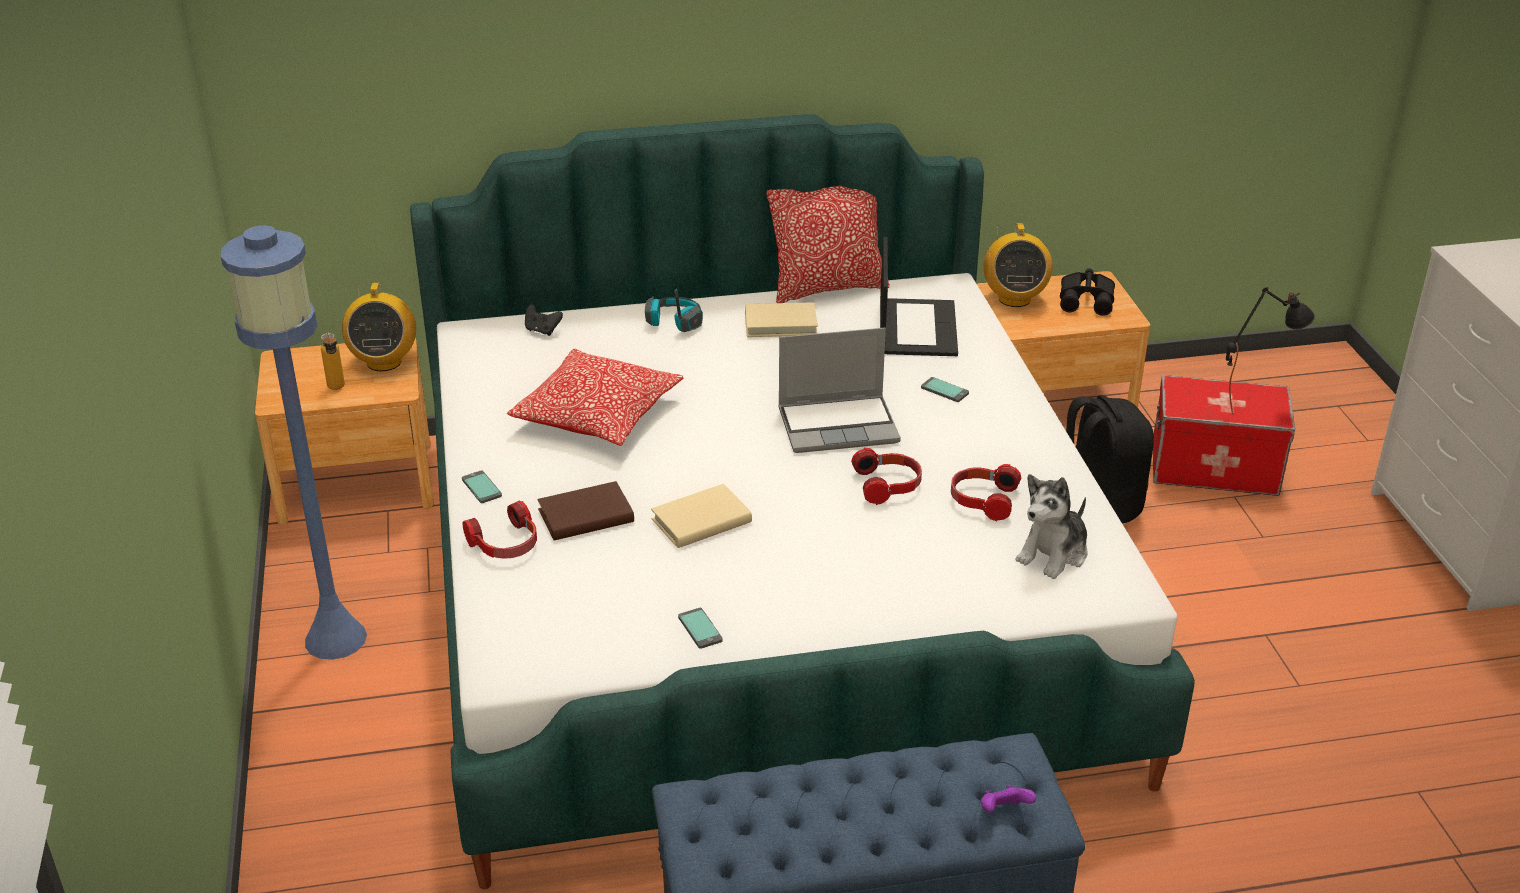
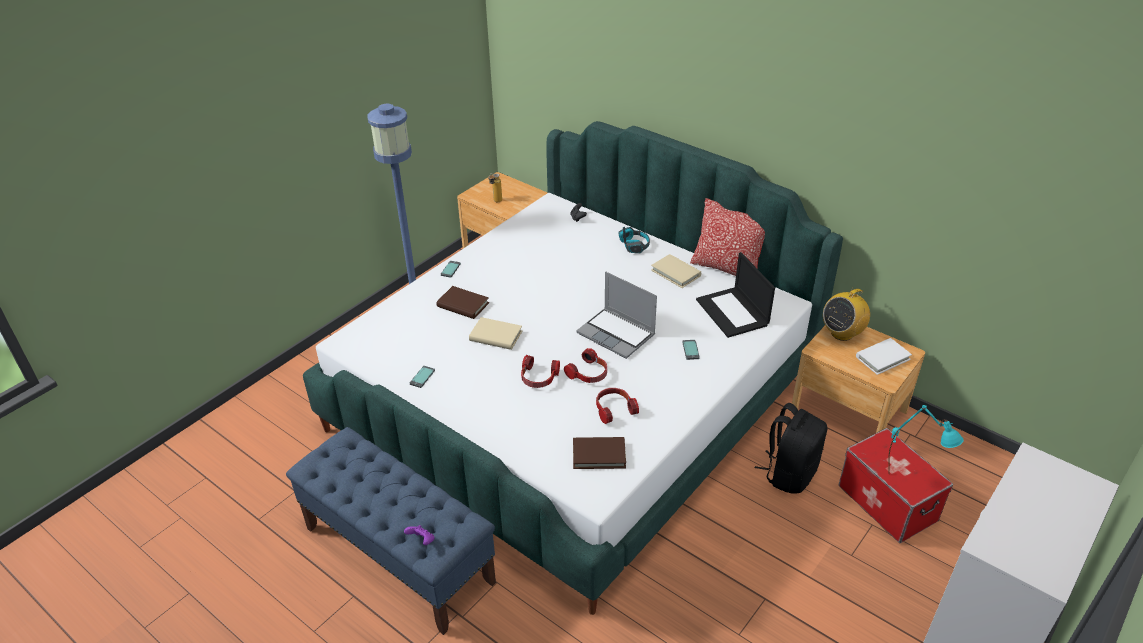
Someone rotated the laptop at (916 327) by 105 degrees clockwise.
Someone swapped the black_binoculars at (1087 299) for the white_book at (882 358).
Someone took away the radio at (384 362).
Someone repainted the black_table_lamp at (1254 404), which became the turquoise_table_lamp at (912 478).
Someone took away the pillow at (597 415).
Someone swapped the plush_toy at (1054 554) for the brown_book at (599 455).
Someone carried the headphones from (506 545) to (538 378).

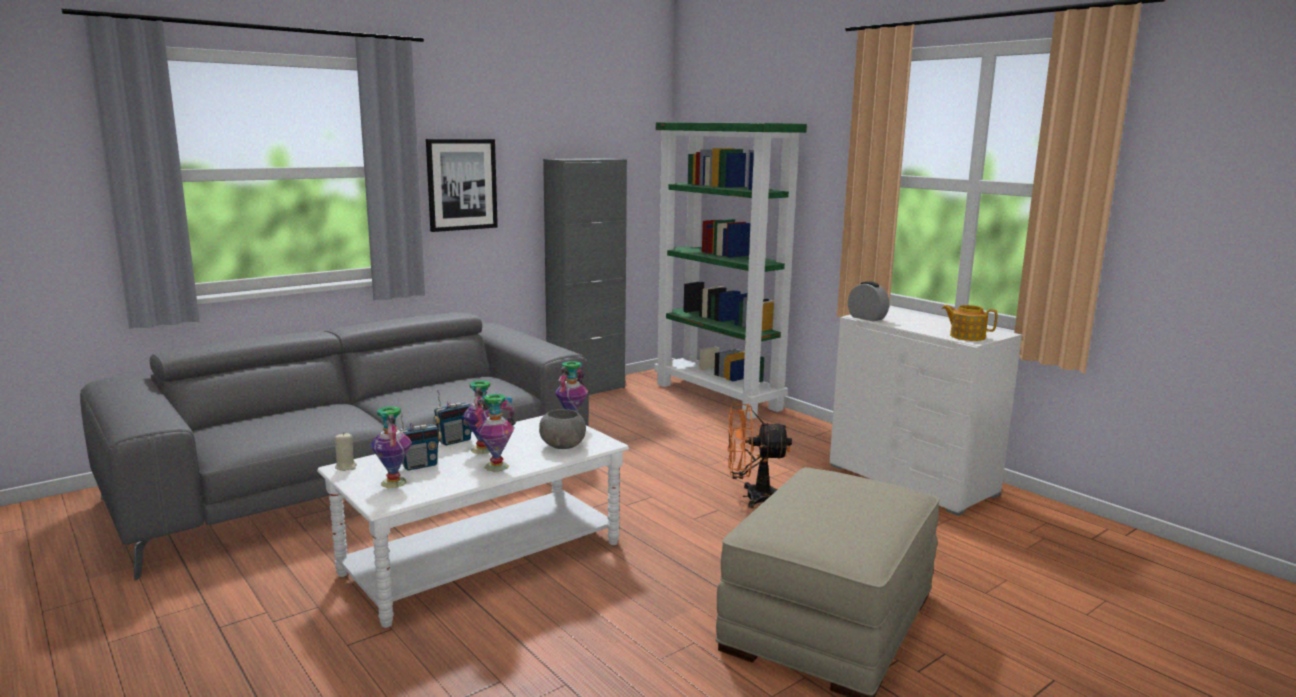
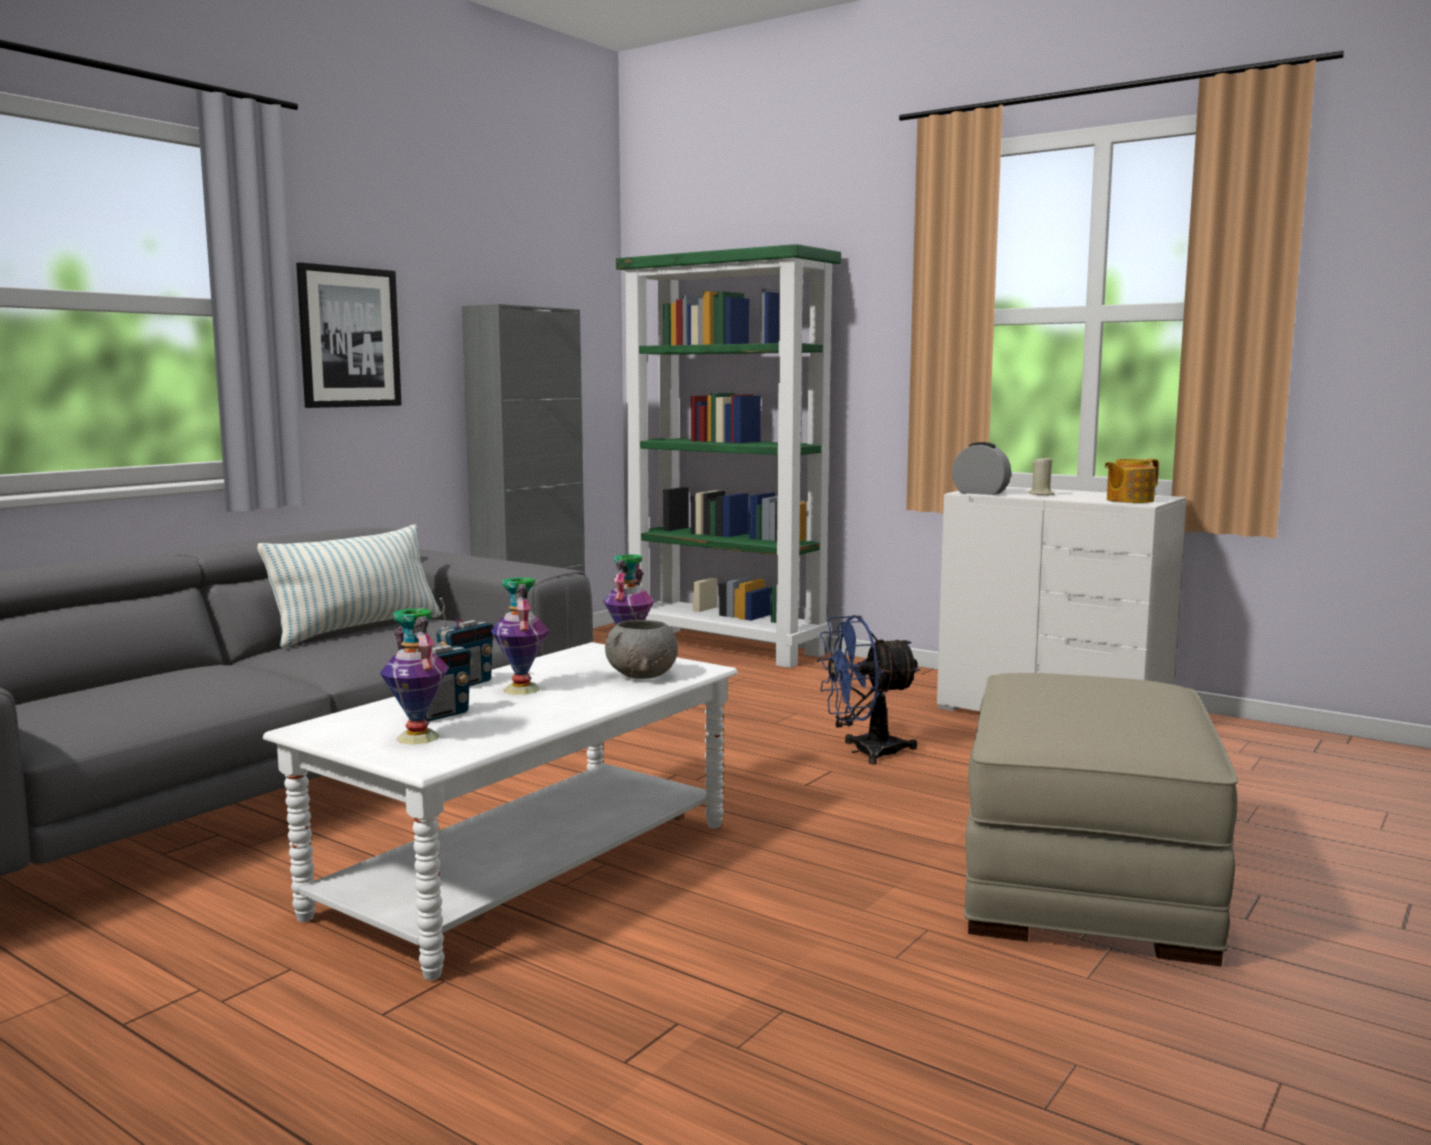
Someone rotated the teapot at (966 336) by 45 degrees counterclockwise.
Someone took away the vase at (497 466).
Someone repainted the orange_fan at (752 497), which became the blue_fan at (865 752).
Someone carried the beige_candle from (346 467) to (1041 494).
Someone put down the pillow at (358 630).

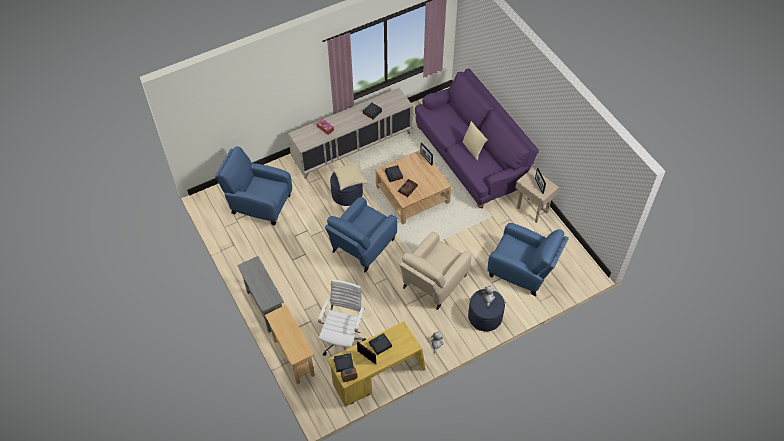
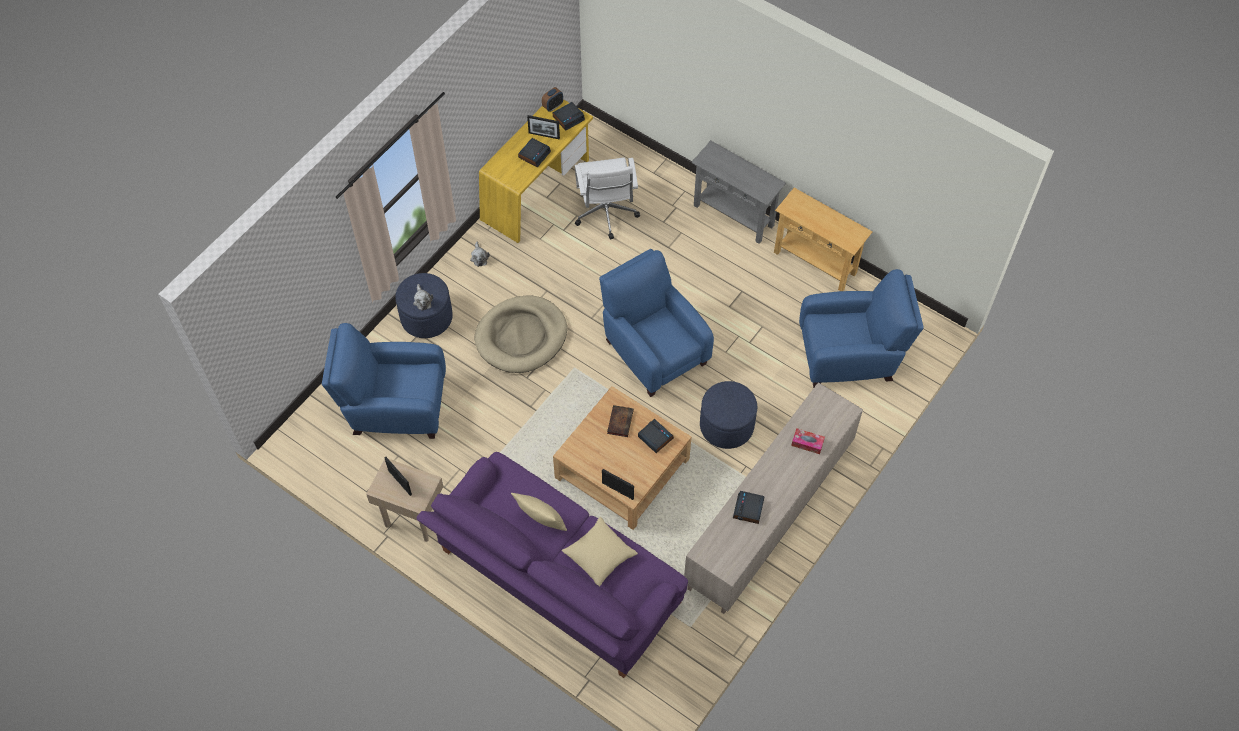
Someone carried the beige_pillow from (350 179) to (599 555).
Someone rotated the blue_armchair at (362 247) by 45 degrees counterclockwise.
Someone swapped the beige_armchair at (433 283) for the beige_dog_bed at (521 336).
Someone carried the beige_console_table from (293 357) to (815 262).

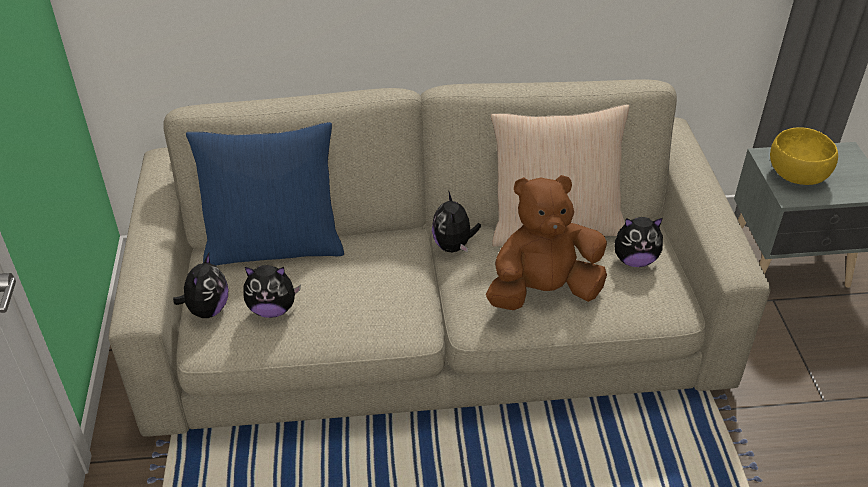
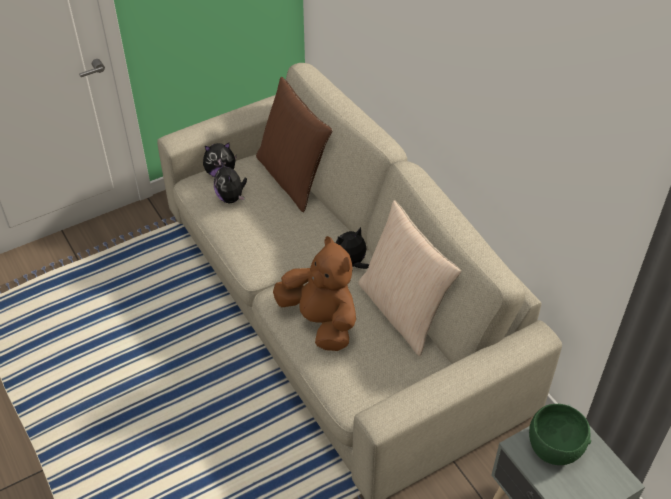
Someone repainted the blue_pillow at (274 245), which became the brown_pillow at (293 178).
Someone repainted the yellow_bowl at (797 175), which became the green_bowl at (554 447).
Someone took away the plush_toy at (634 260).

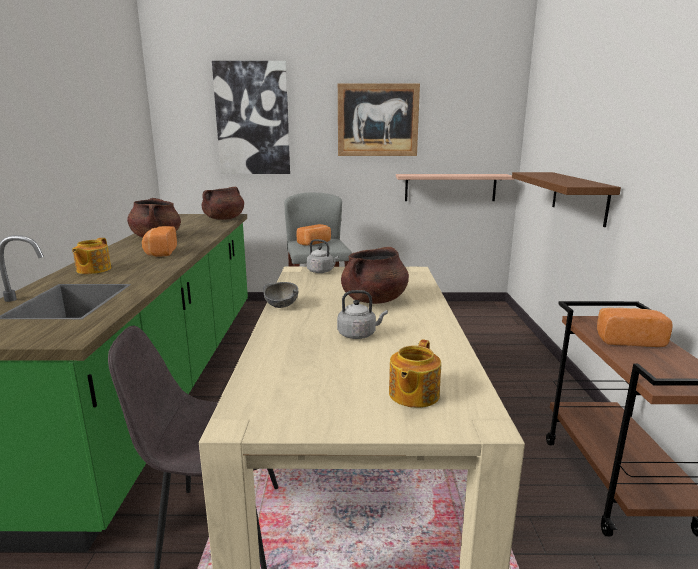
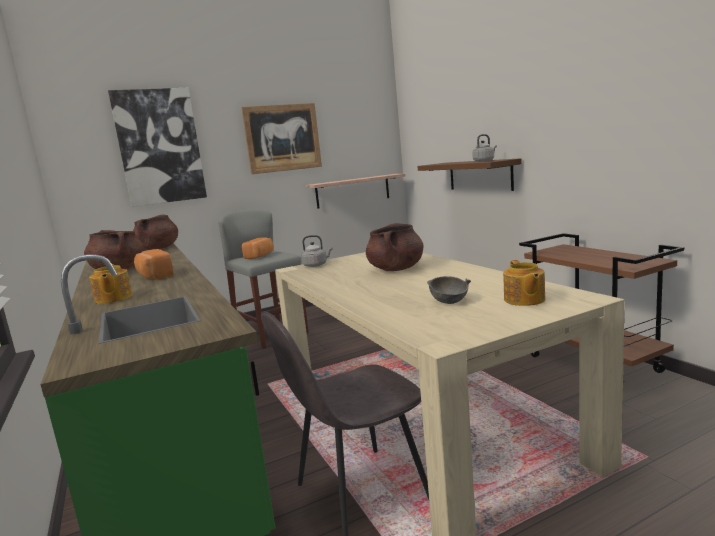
Someone carried the grey_bowl from (281 305) to (449 302).
Someone carried the grey_kettle from (359 334) to (484 161).
Someone took away the bread at (627 339).

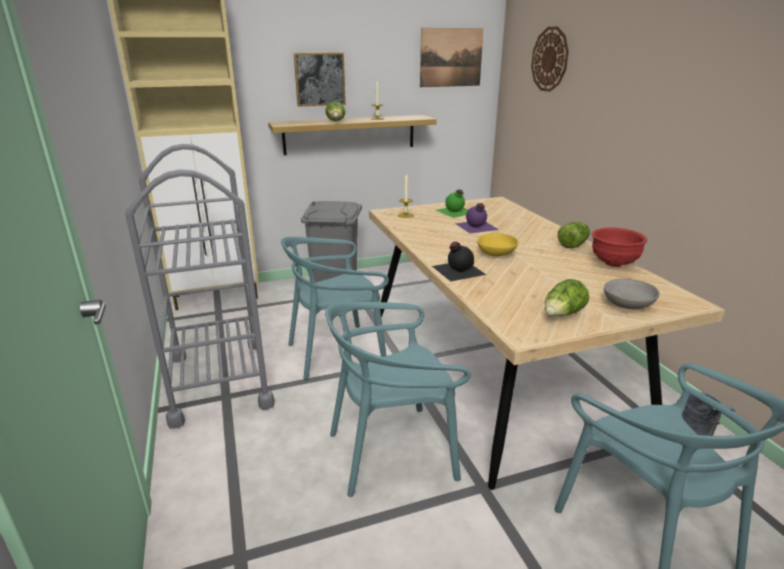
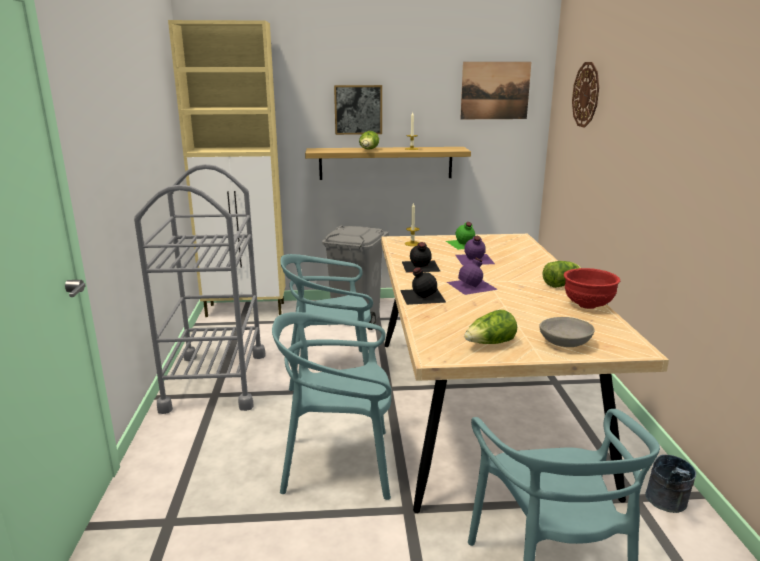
Someone swapped the yellow_bowl at (496 254) for the purple_bottle at (472 286).
Someone put down the black_bottle at (420 266).

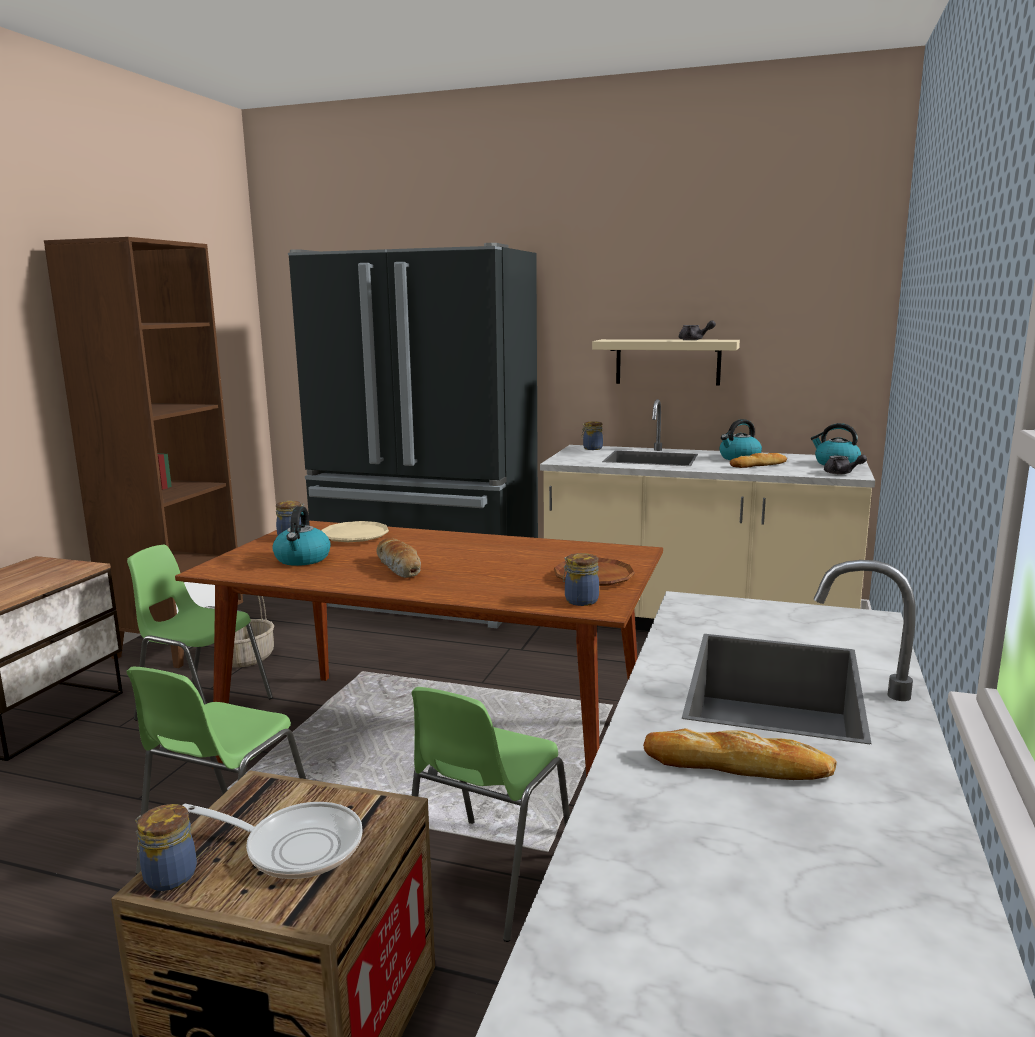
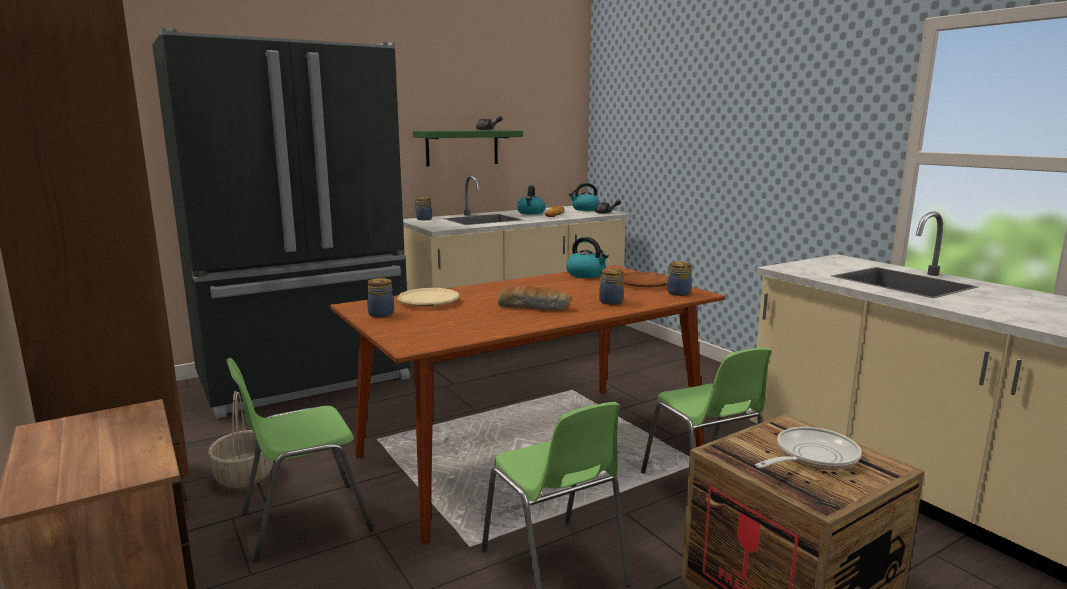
Someone repainted the beige_shelf at (668 362), which became the green_shelf at (462 147).
Someone carried the kettle from (302 559) to (586 274).
Someone took away the bread at (737 766).
Someone carried the jar from (168 876) to (609 302).

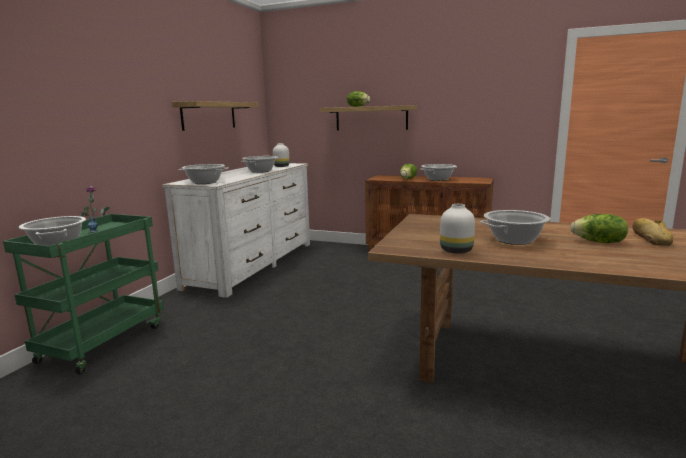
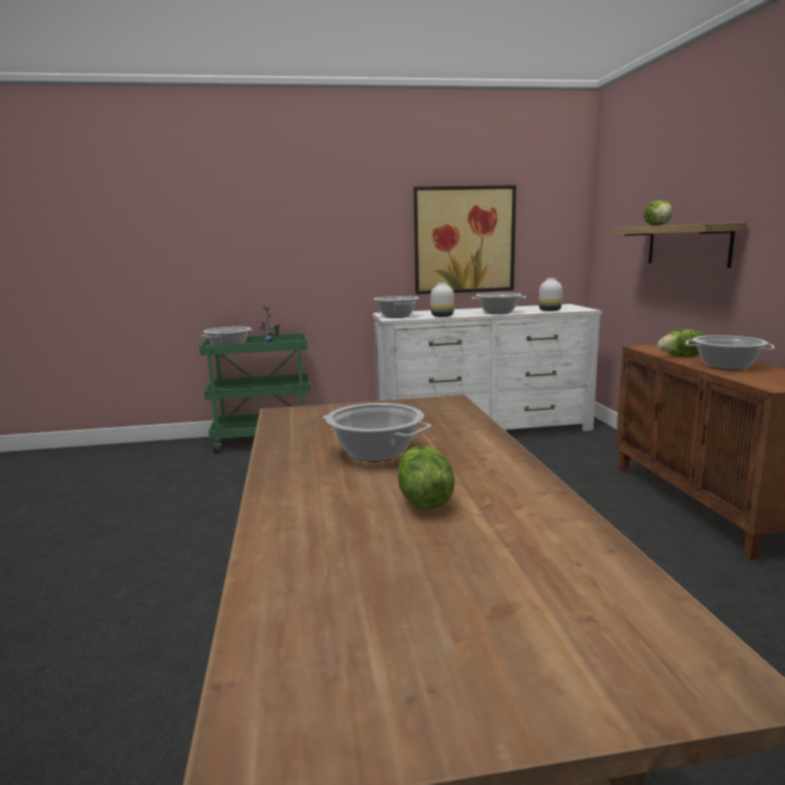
Someone swapped the shelf at (209 115) for the picture at (464 240).
Someone carried the white_vase from (455 251) to (442 316).
Someone took away the bread at (650 238).

